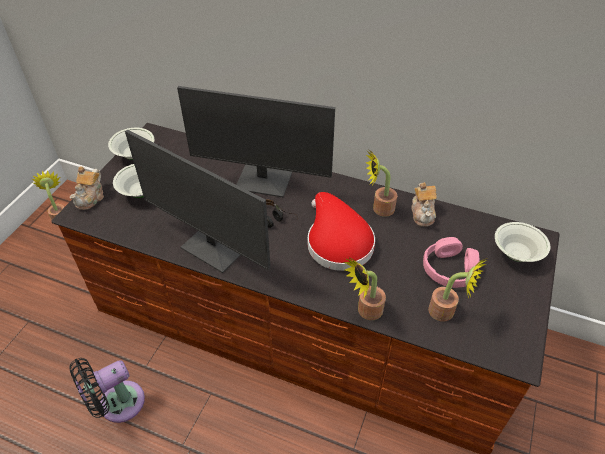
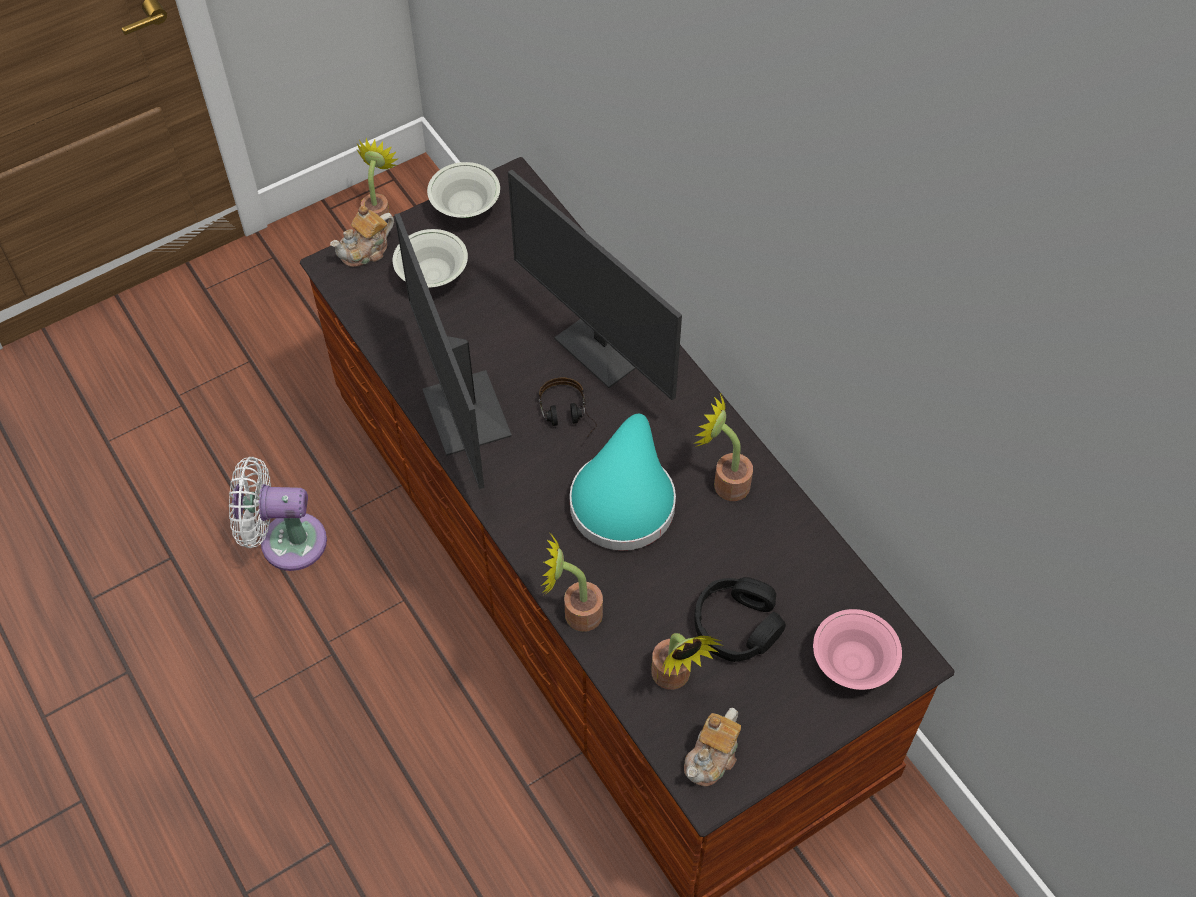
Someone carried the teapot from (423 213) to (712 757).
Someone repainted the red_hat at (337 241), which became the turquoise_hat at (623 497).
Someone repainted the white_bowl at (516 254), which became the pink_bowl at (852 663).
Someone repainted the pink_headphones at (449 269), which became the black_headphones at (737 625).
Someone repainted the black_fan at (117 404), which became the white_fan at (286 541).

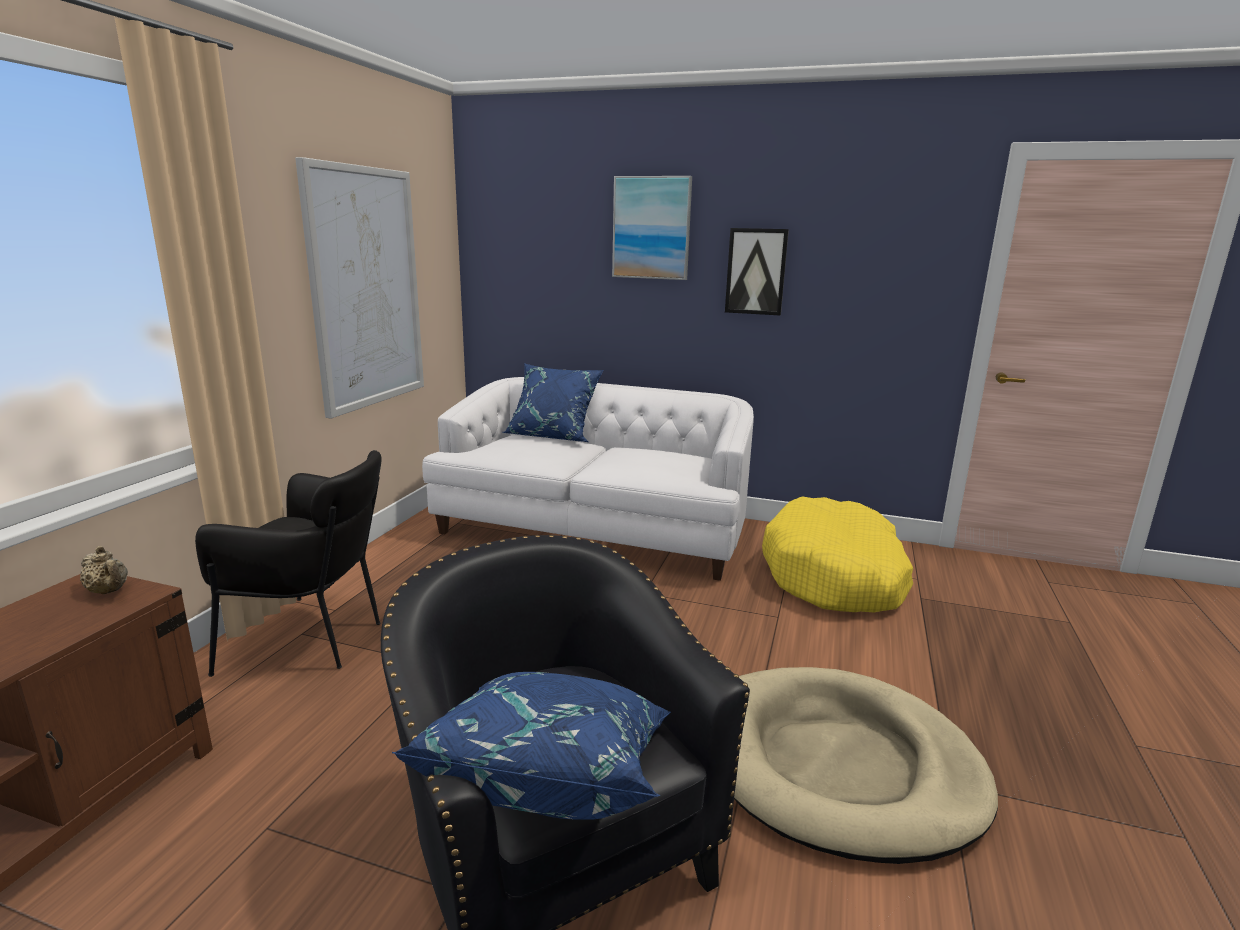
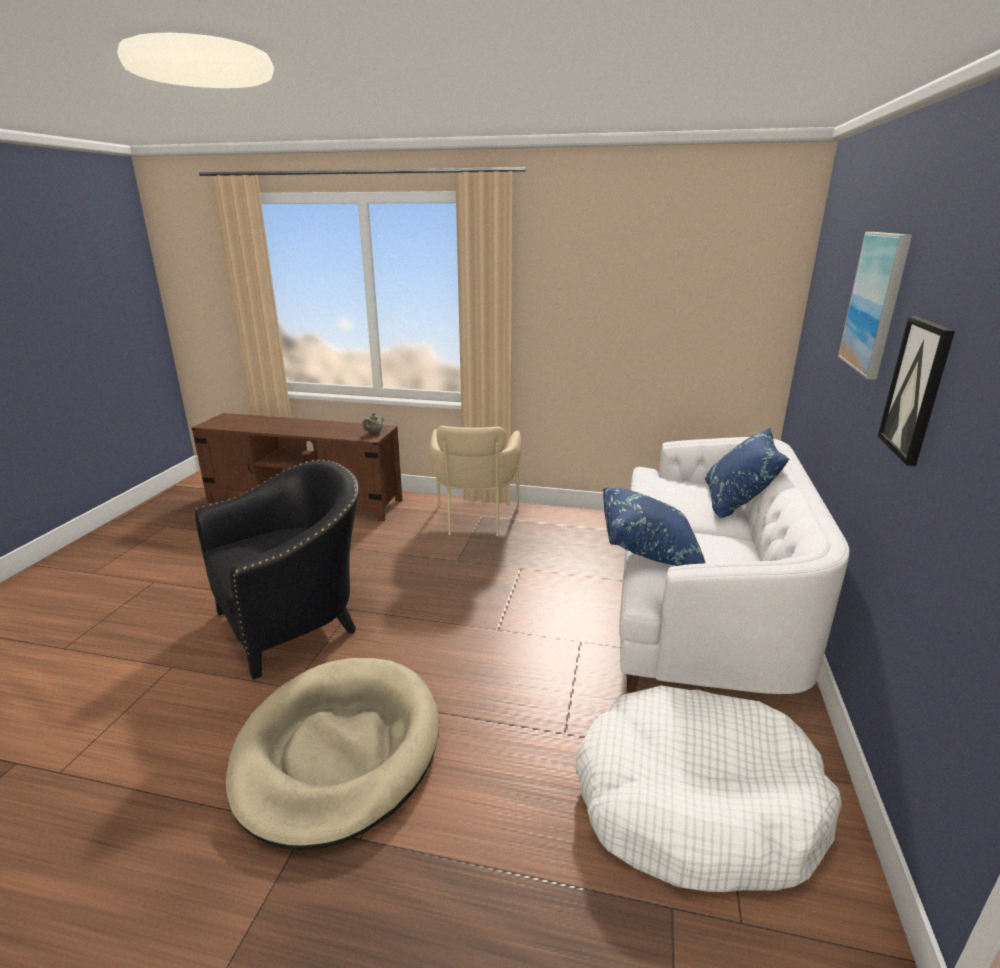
Someone took away the picture at (366 289).
Someone repainted the black_armchair at (315 640), which became the beige_armchair at (475 522).
Someone repainted the yellow_dog_bed at (834 575), which became the white_dog_bed at (695 804).
Someone carried the blue_pillow from (551 773) to (650 549).

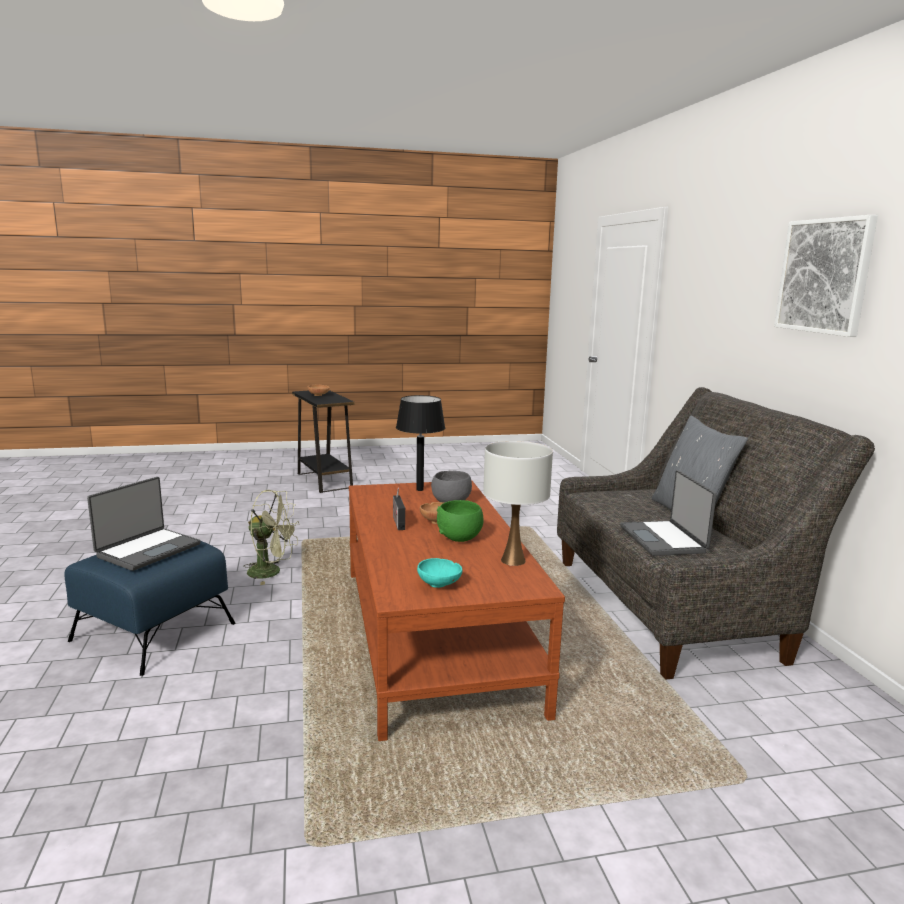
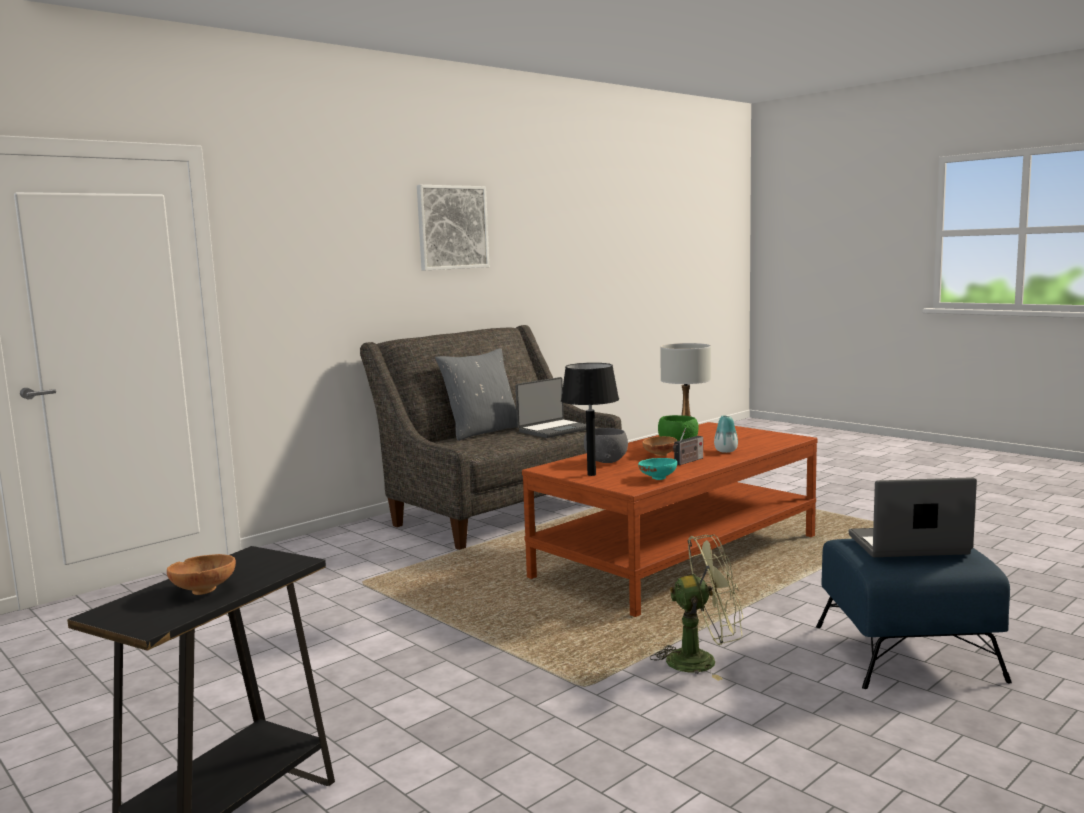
Someone rotated the green_fan at (271 572) by 105 degrees clockwise.
Someone carried the turquoise_bowl from (440 585) to (657 478).
Someone put down the vase at (725 451).

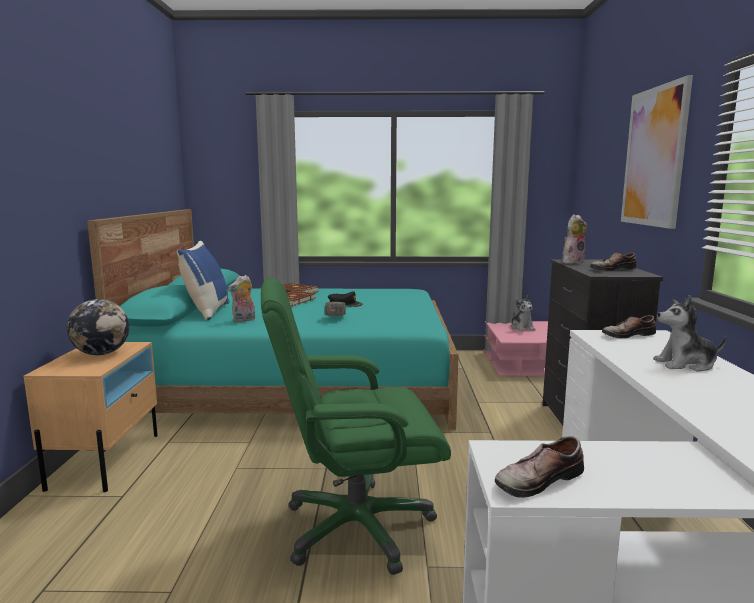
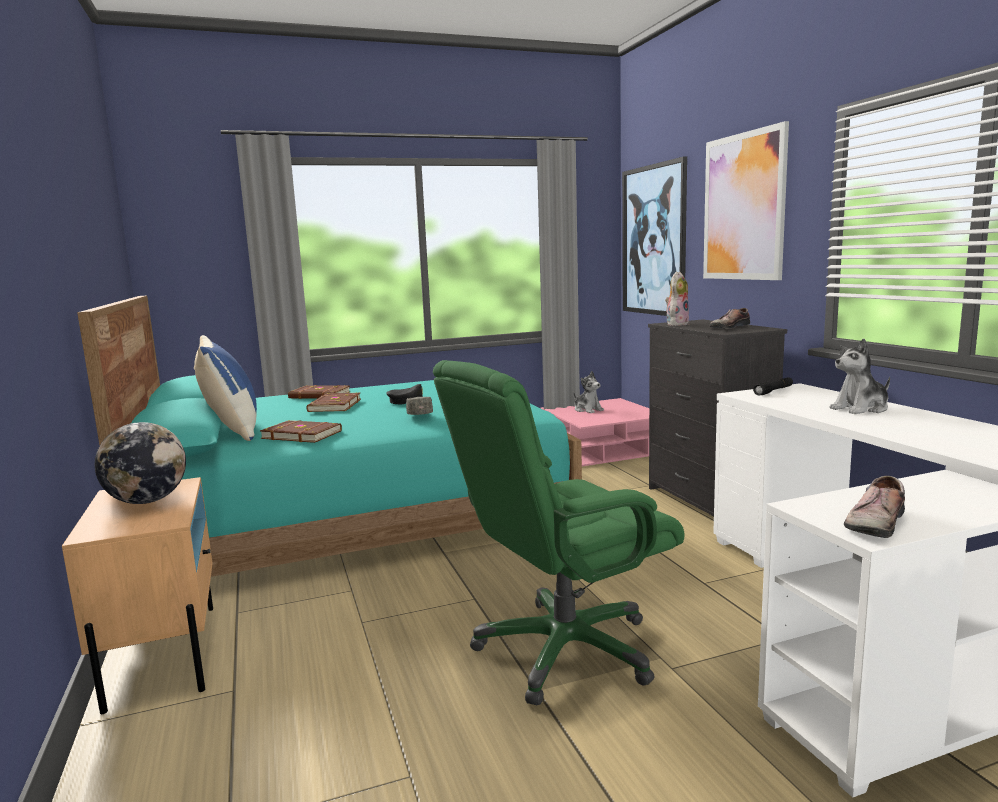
Someone swapped the plush_toy at (244 320) for the brown_book at (302 434).
Someone swapped the shoe at (626 335) for the black_flashlight at (773 391).
Someone put up the picture at (653 240).

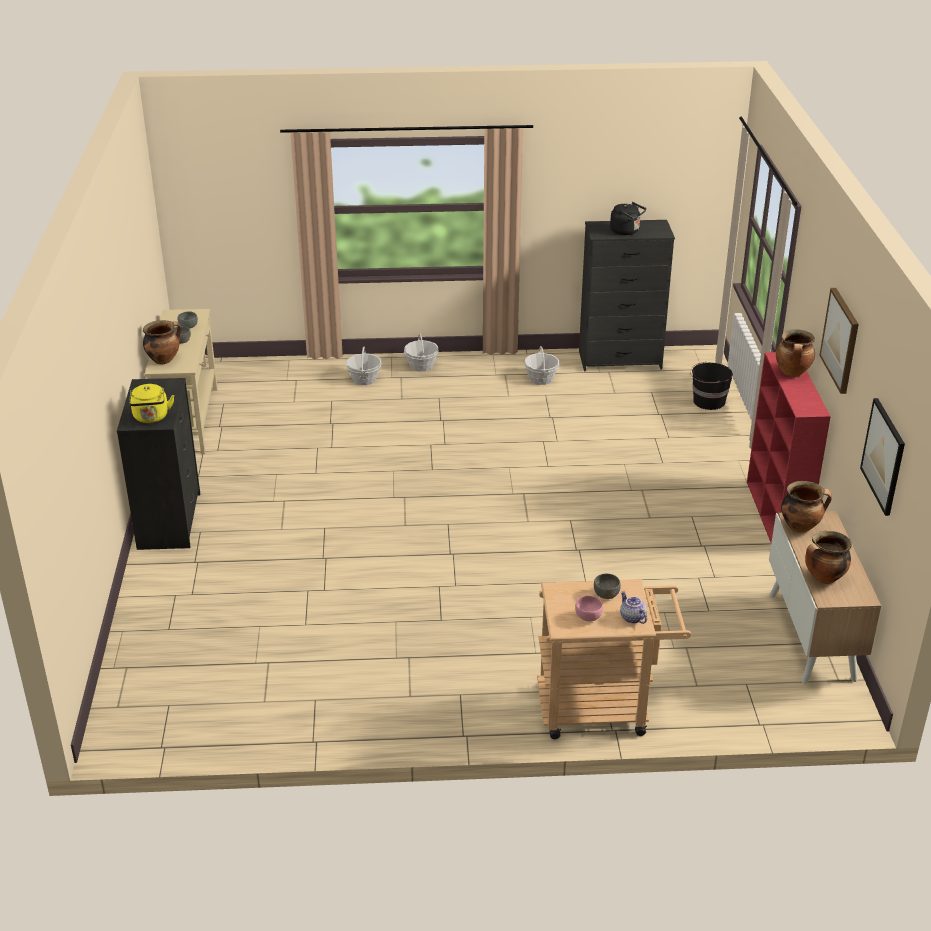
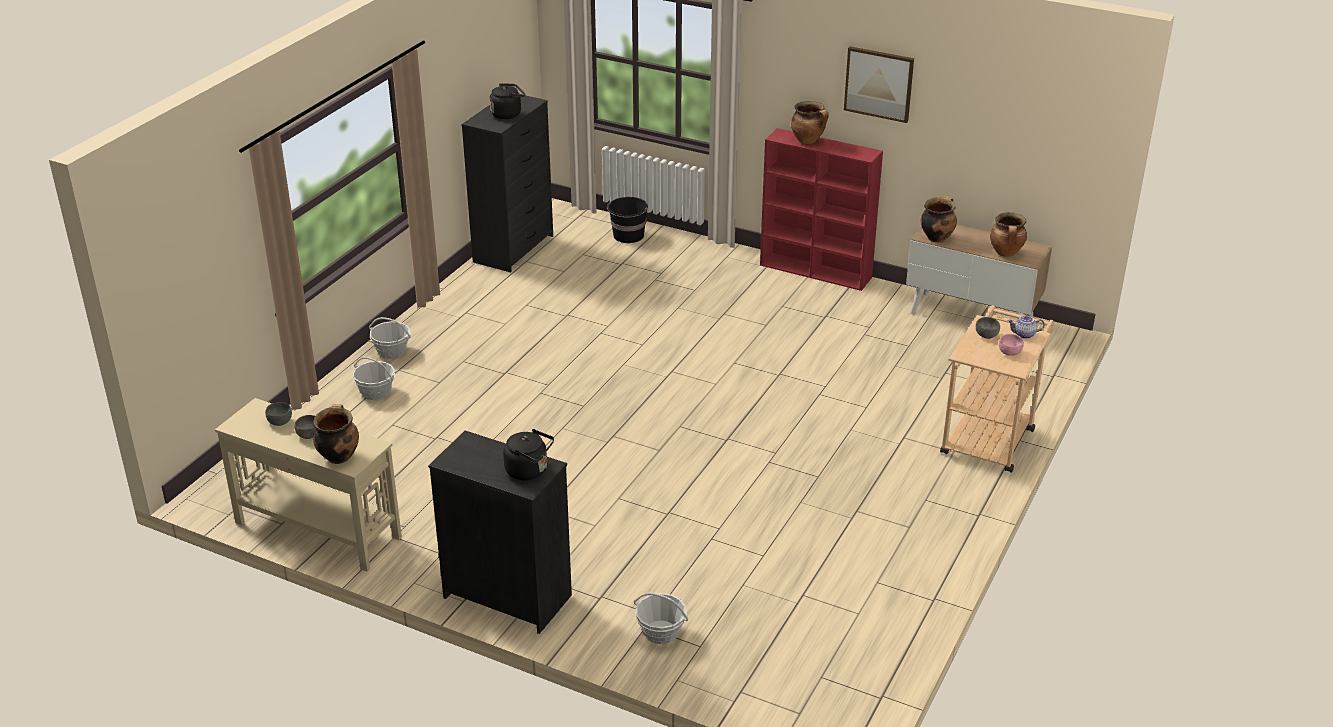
Someone carried the basket from (541 379) to (661 632).
Someone repainted the yellow_kettle at (151 418), which became the black_kettle at (529 471).
Someone took away the picture at (883 456).

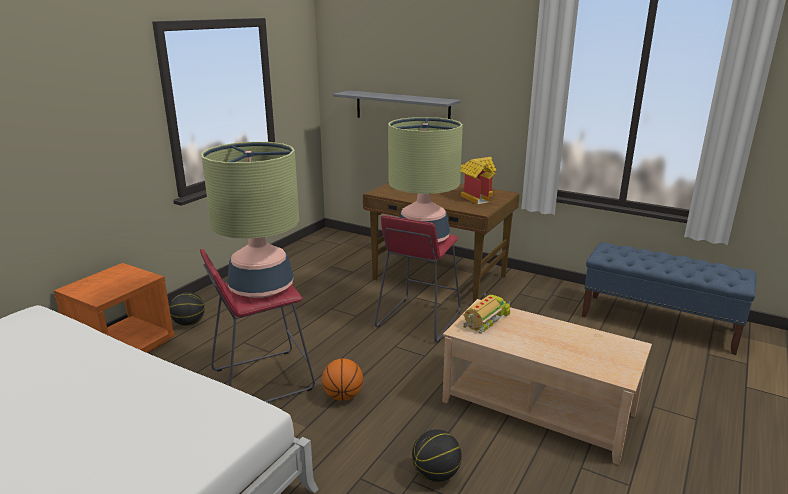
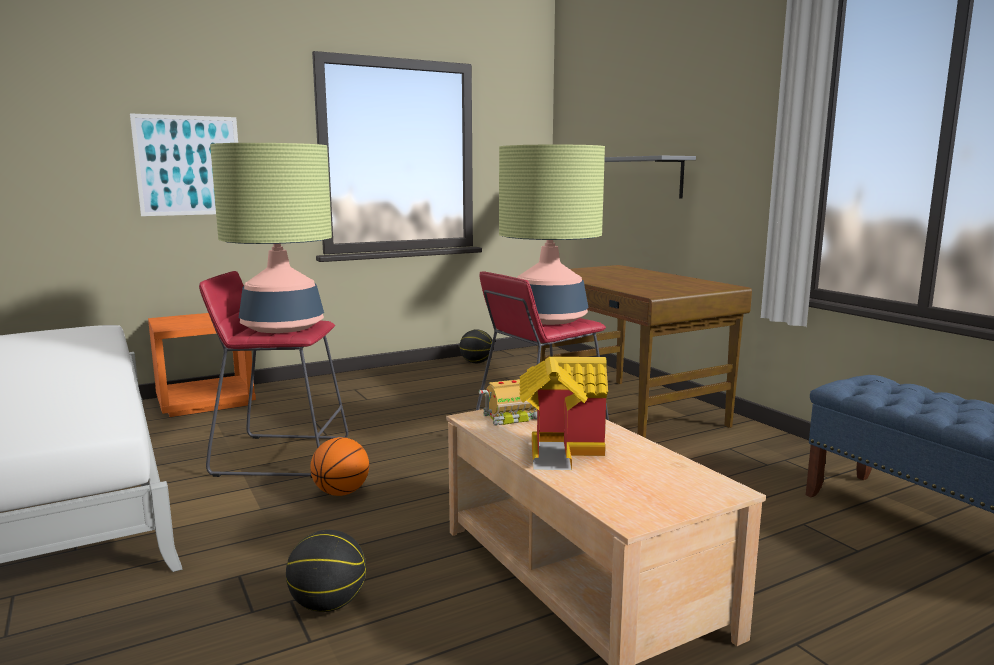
Someone carried the toy_house from (476 197) to (561 451).
Someone carried the basketball from (189 323) to (476 362).
Someone put up the picture at (189 165).

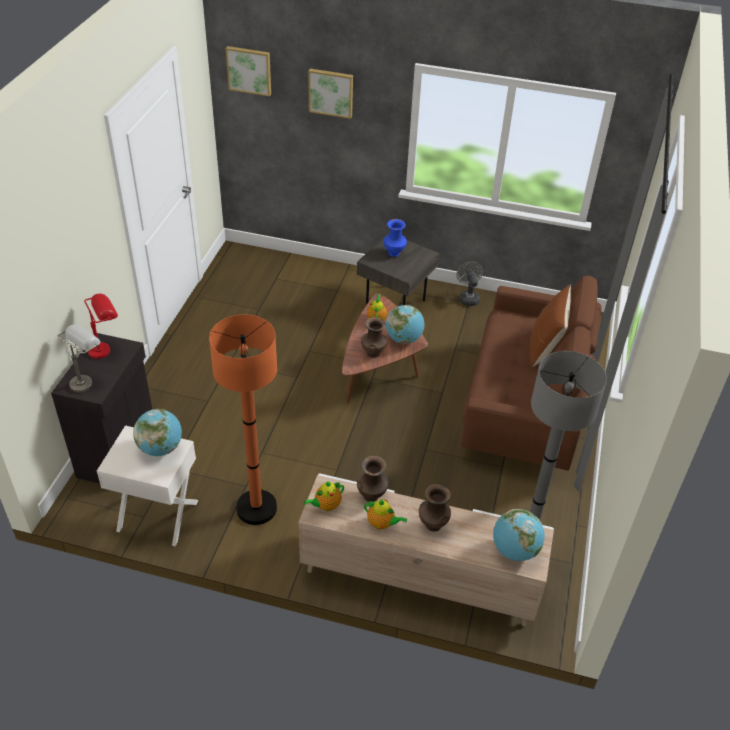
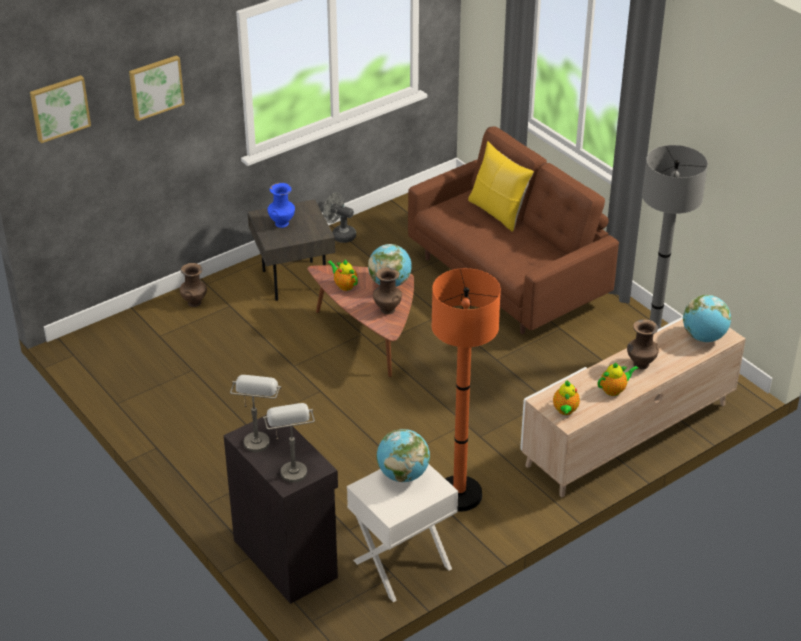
Someone repainted the brown_pillow at (544 347), which became the yellow_pillow at (498 212).
Someone repainted the red_table_lamp at (106 348), which became the grey_table_lamp at (258 436).
Someone carried the brown_vase from (372 495) to (194 302).

